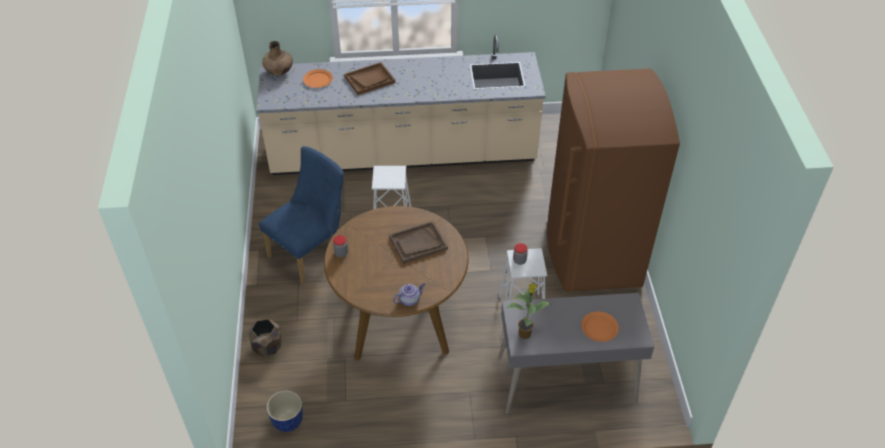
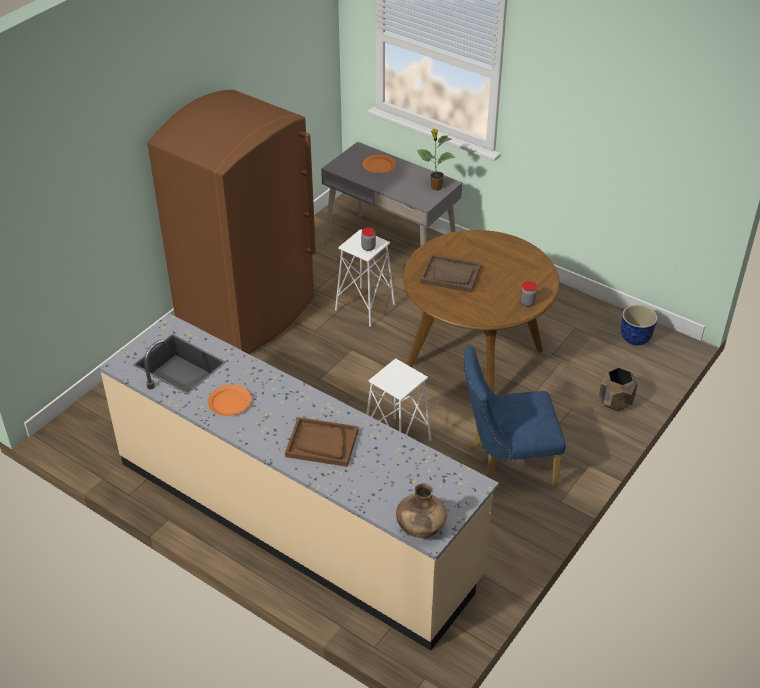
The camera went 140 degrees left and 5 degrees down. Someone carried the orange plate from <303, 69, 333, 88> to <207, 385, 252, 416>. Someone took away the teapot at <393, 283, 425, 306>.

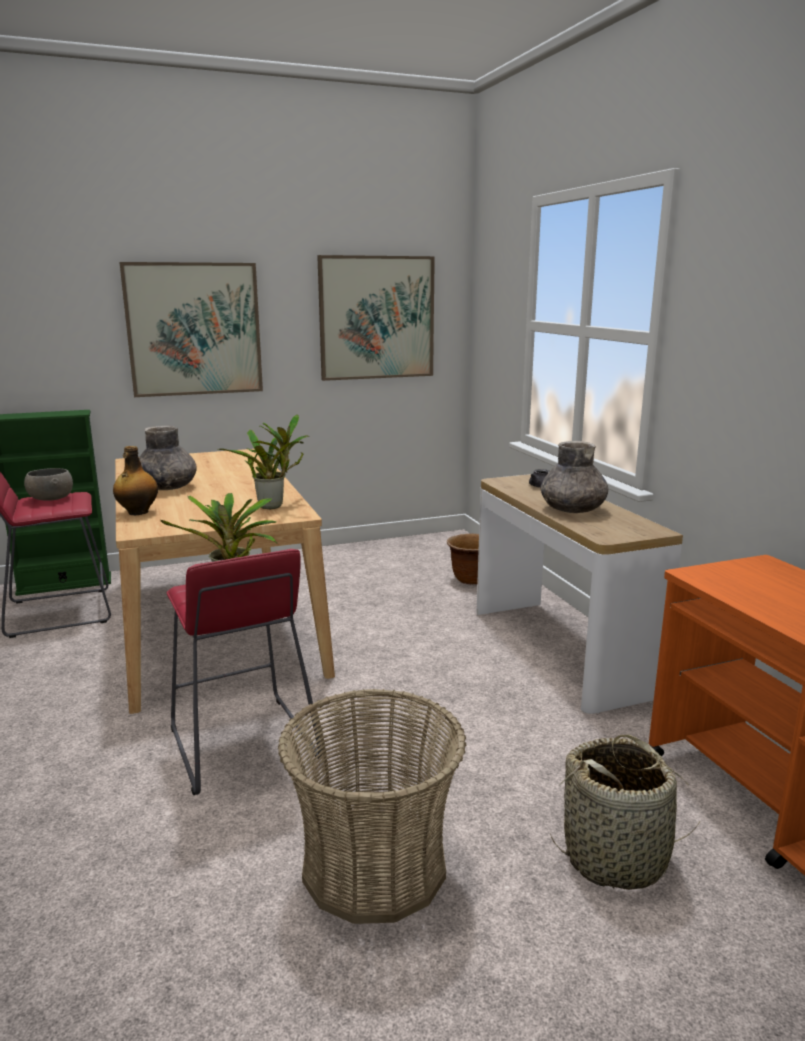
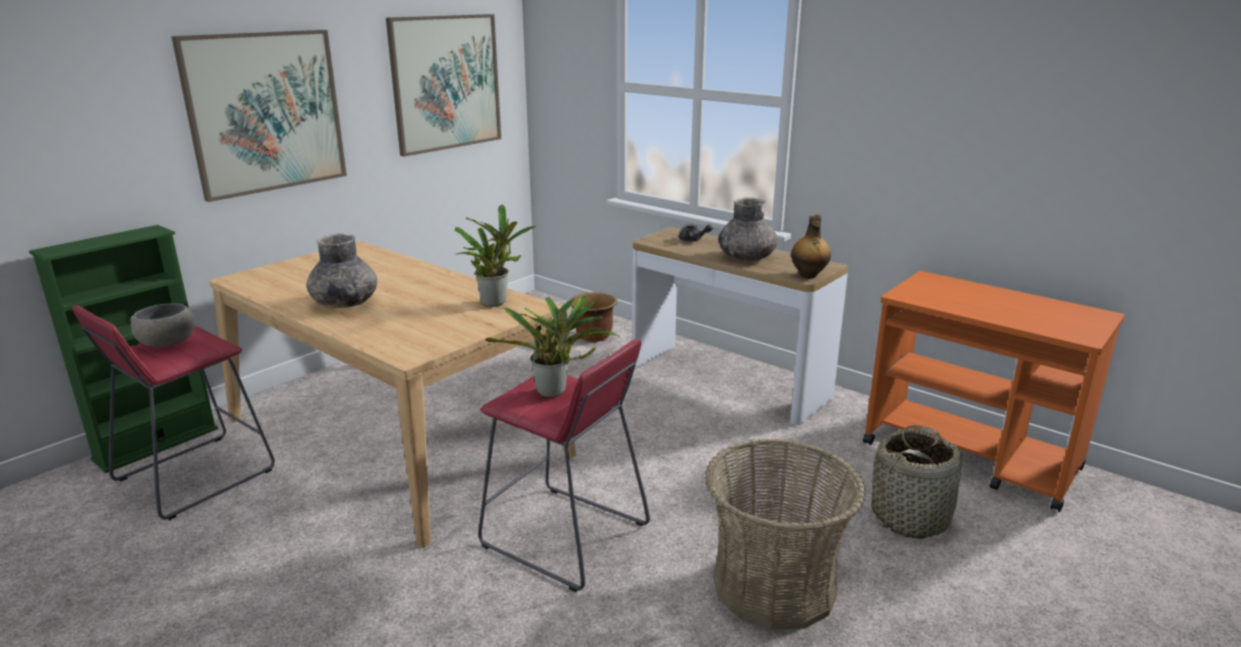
The camera went 30 degrees left and 5 degrees up. Someone carried the bottle from <113, 446, 158, 515> to <791, 215, 831, 279>.

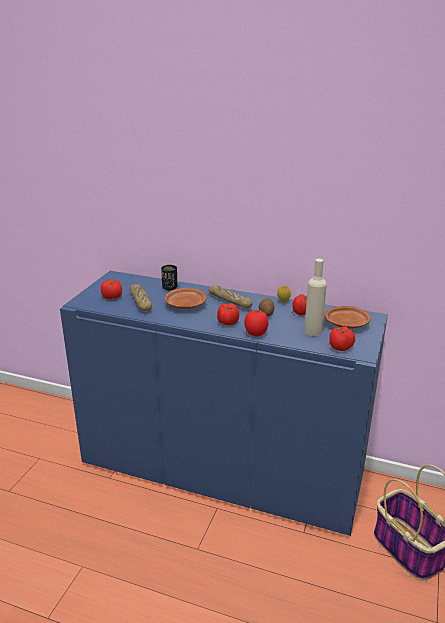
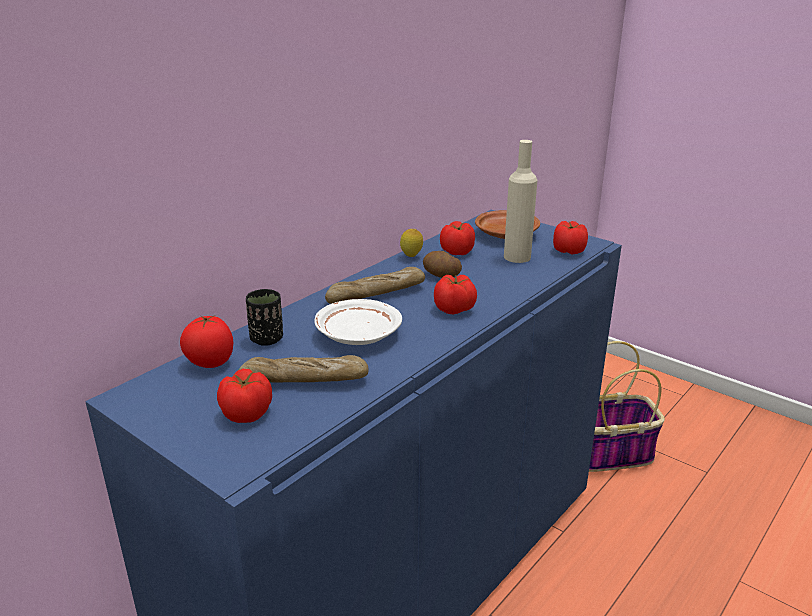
The camera went 70 degrees left and 0 degrees up. Someone repainted the brown plate at <165, 288, 207, 309>, which became the white plate at <315, 299, 402, 345>. Someone carried the tomato from <244, 310, 268, 336> to <180, 315, 233, 368>.

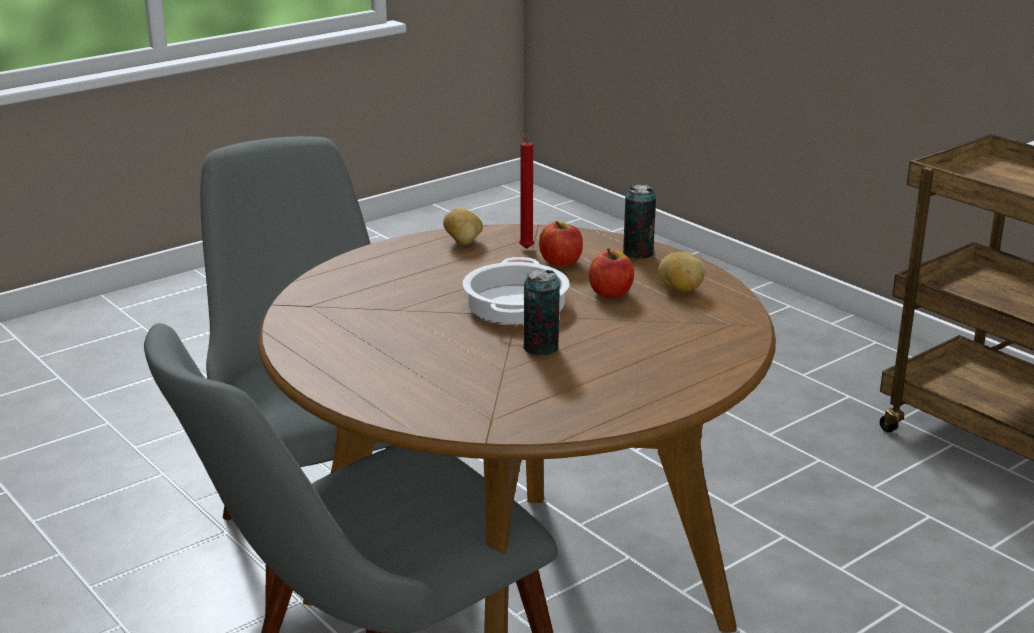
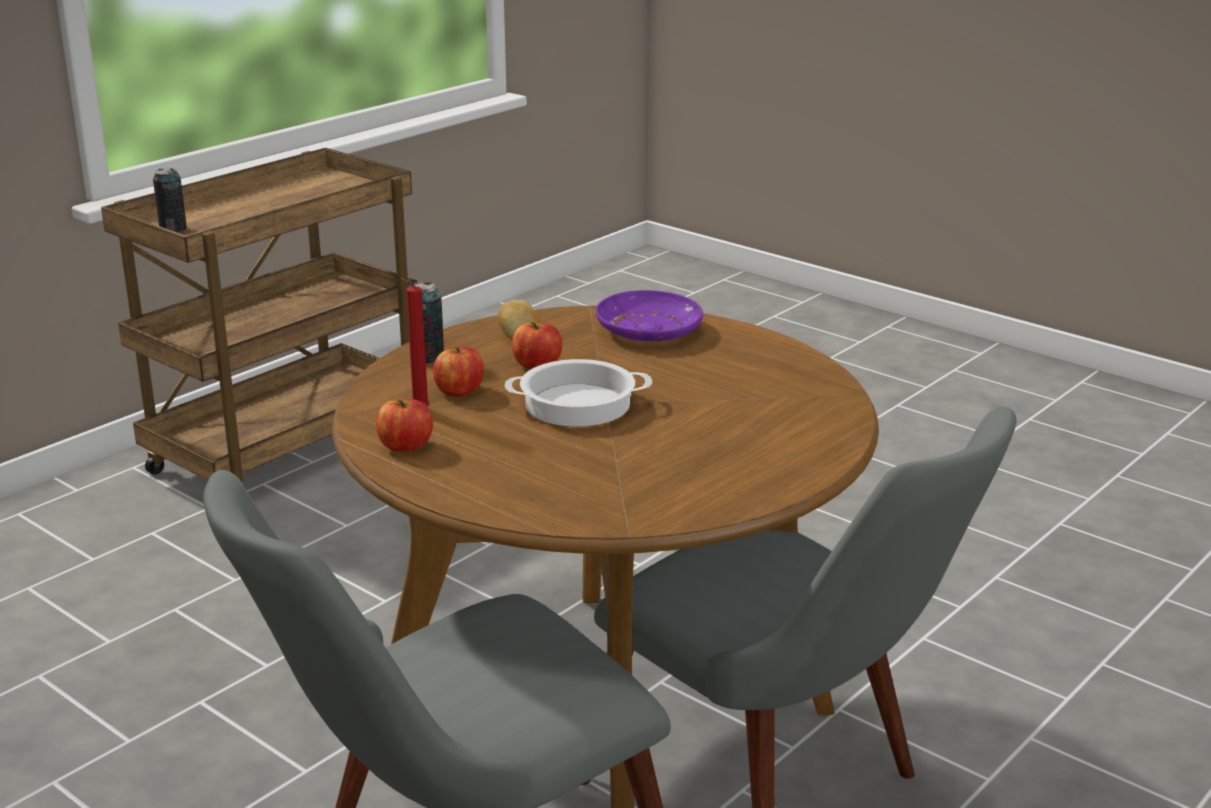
The camera went 100 degrees left and 0 degrees up. Someone swapped the potato at <443, 208, 483, 245> for the apple at <376, 399, 433, 452>. Someone carried the can from <523, 269, 560, 356> to <153, 168, 187, 232>. Someone put down the purple plate at <596, 290, 703, 341>.

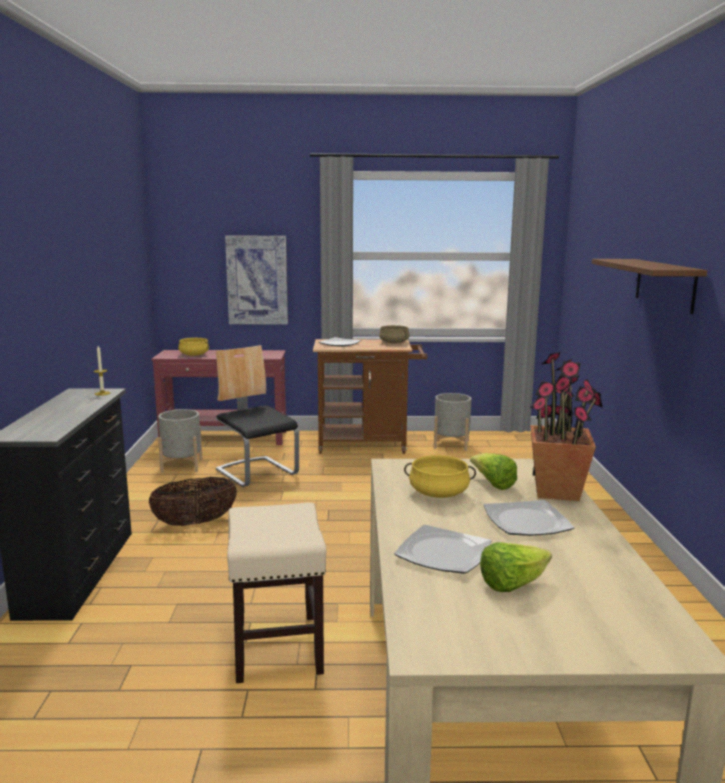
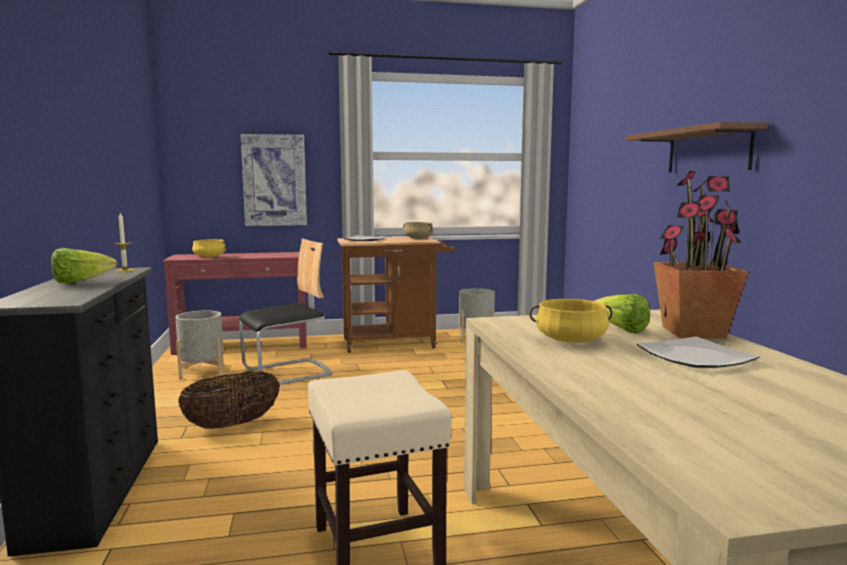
The camera went 10 degrees left and 5 degrees down. Someone rotated the chair at <216, 345, 299, 487> by 105 degrees clockwise. Someone took away the plate at <394, 525, 491, 574>. Someone carried the lettuce from <480, 542, 552, 592> to <51, 248, 118, 283>.

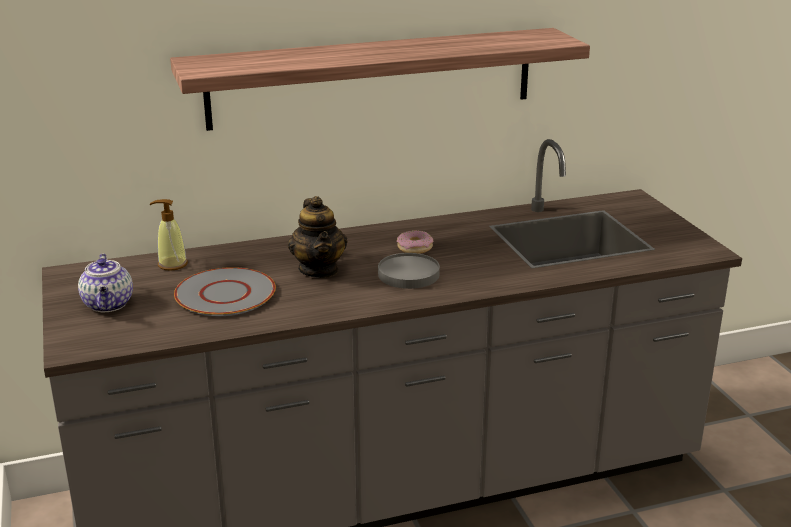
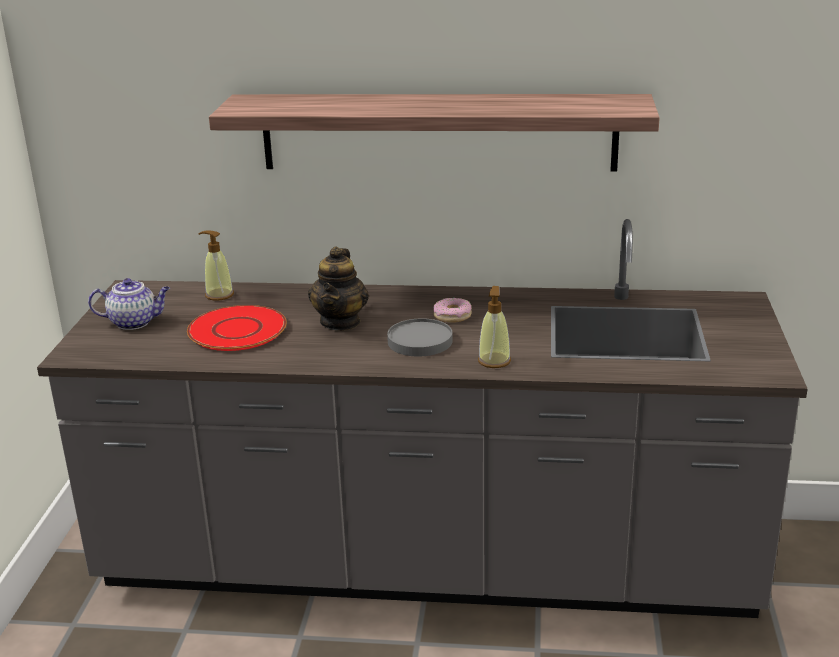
The camera went 25 degrees right and 0 degrees up. Someone rotated the teapot at <78, 254, 133, 312> by 105 degrees counterclockwise. Someone repainted the grey plate at <174, 267, 276, 316>, which became the red plate at <187, 305, 287, 351>. Someone put down the soap dispenser at <478, 286, 511, 368>.

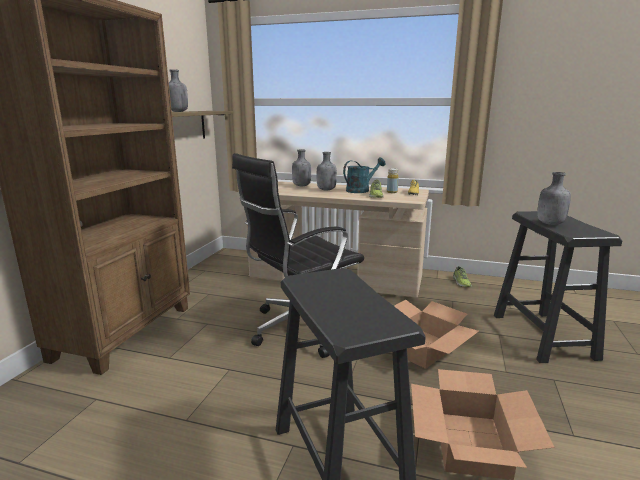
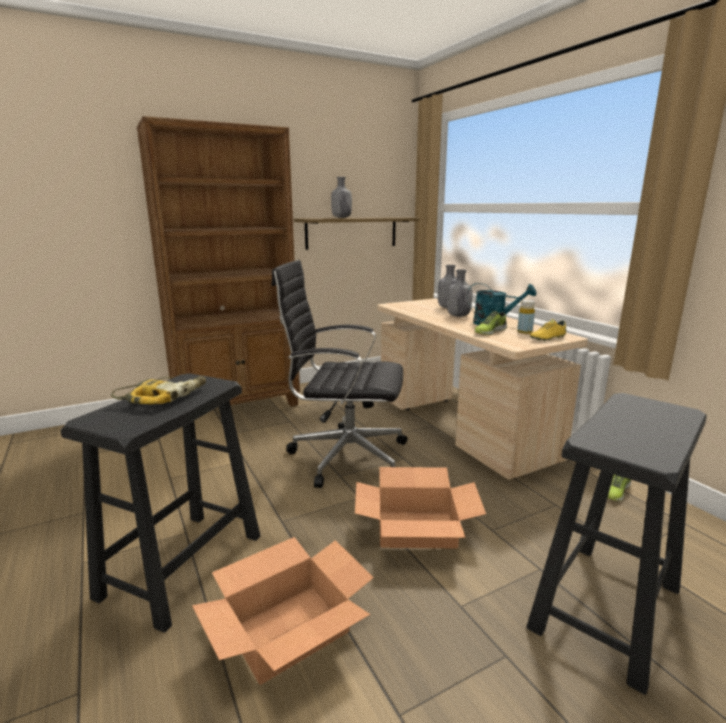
The camera went 45 degrees right and 0 degrees up. Someone took away the grey bottle at <537, 172, 571, 225>. Someone put down the power drill at <111, 376, 206, 404>.

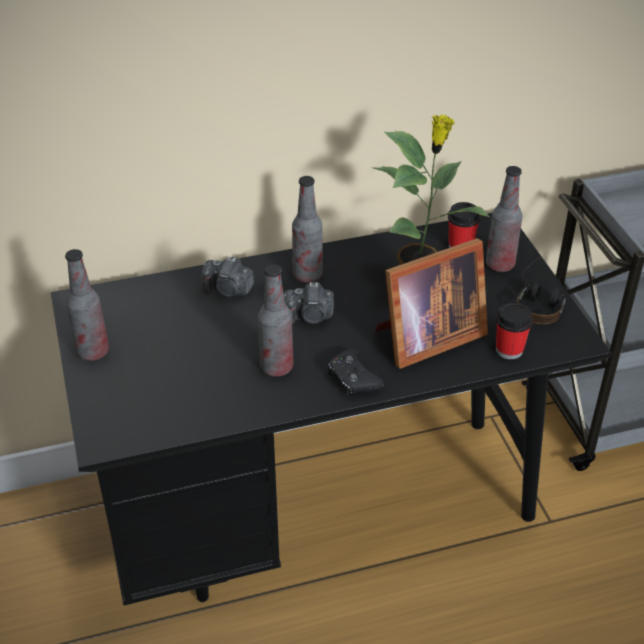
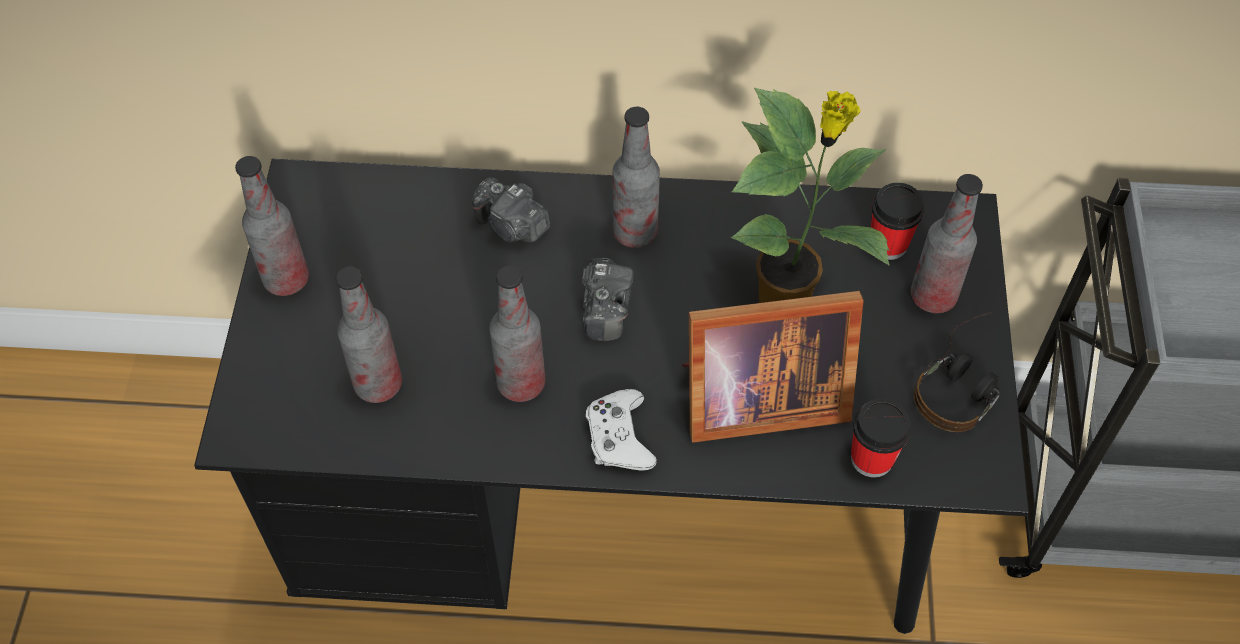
The camera went 20 degrees right and 15 degrees up. Someone rotated the photo camera at <284, 282, 334, 324> by 105 degrees counterclockwise. Someone repainted the black game controller at <328, 349, 384, 395>, which became the white game controller at <586, 389, 657, 471>. Someone put down the bottle at <336, 266, 402, 403>.

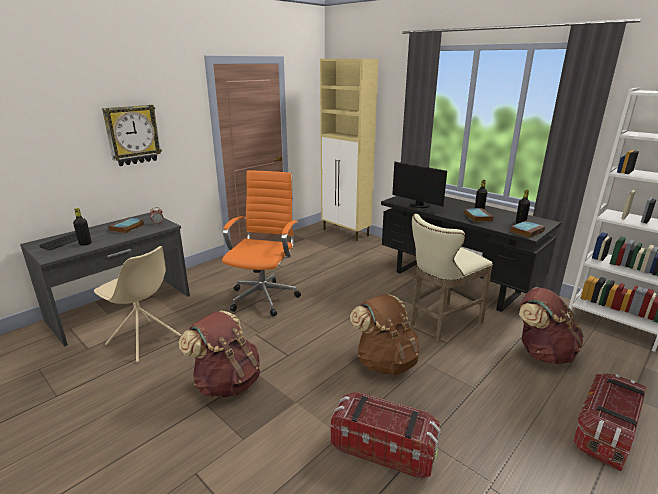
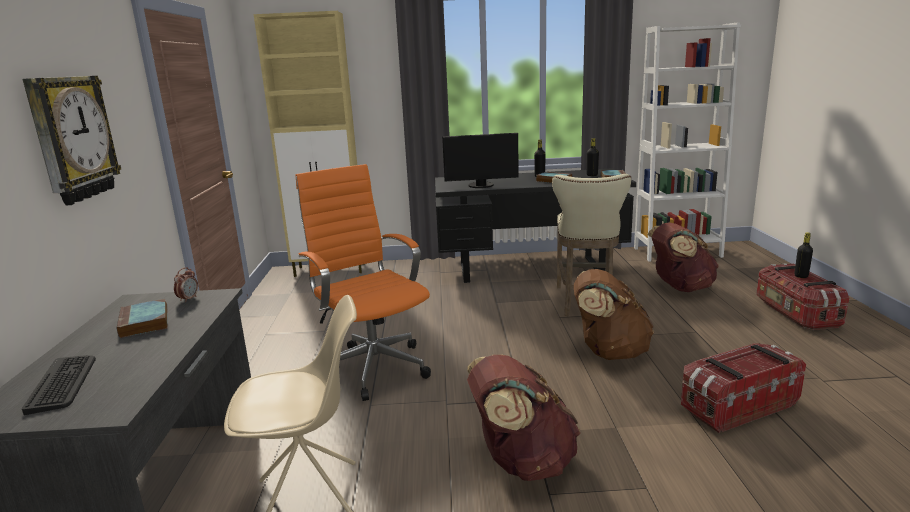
The camera went 45 degrees left and 5 degrees down. Someone carried the black bottle from <73, 208, 91, 246> to <794, 232, 813, 278>.

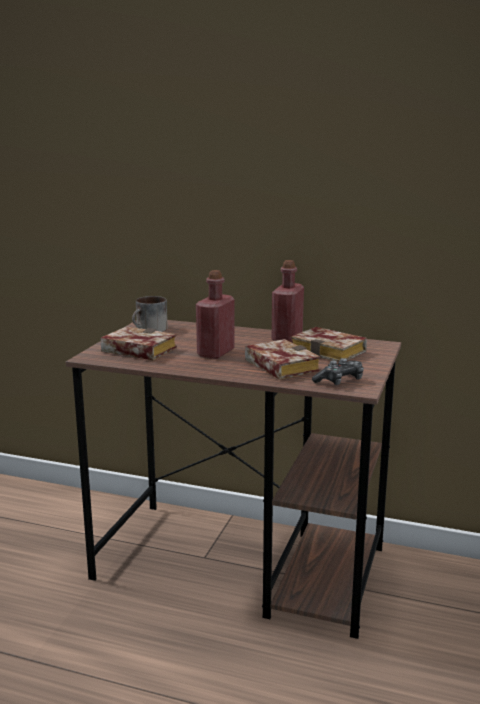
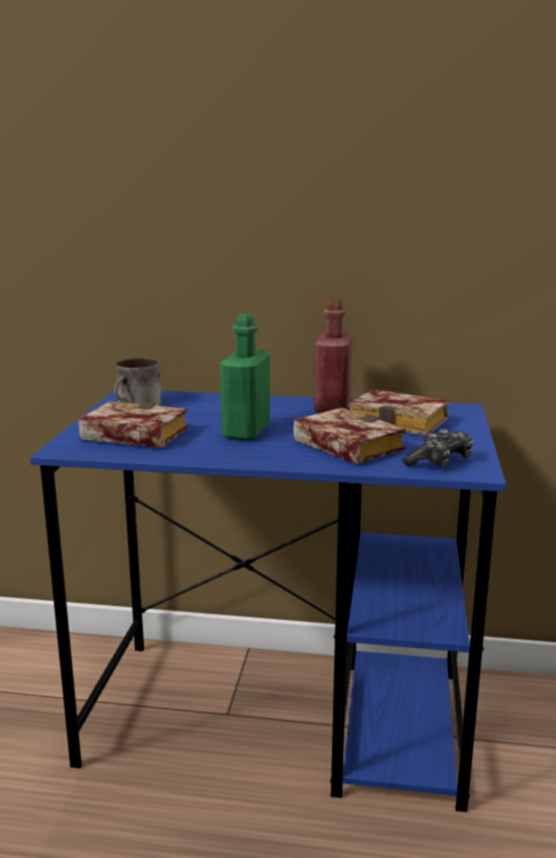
The camera went 10 degrees left and 0 degrees up. Someone repainted the red bottle at <196, 270, 235, 359>, which became the green bottle at <220, 314, 270, 441>. Someone repainted the brown desk at <66, 320, 401, 639>, which became the blue desk at <30, 391, 506, 812>.

